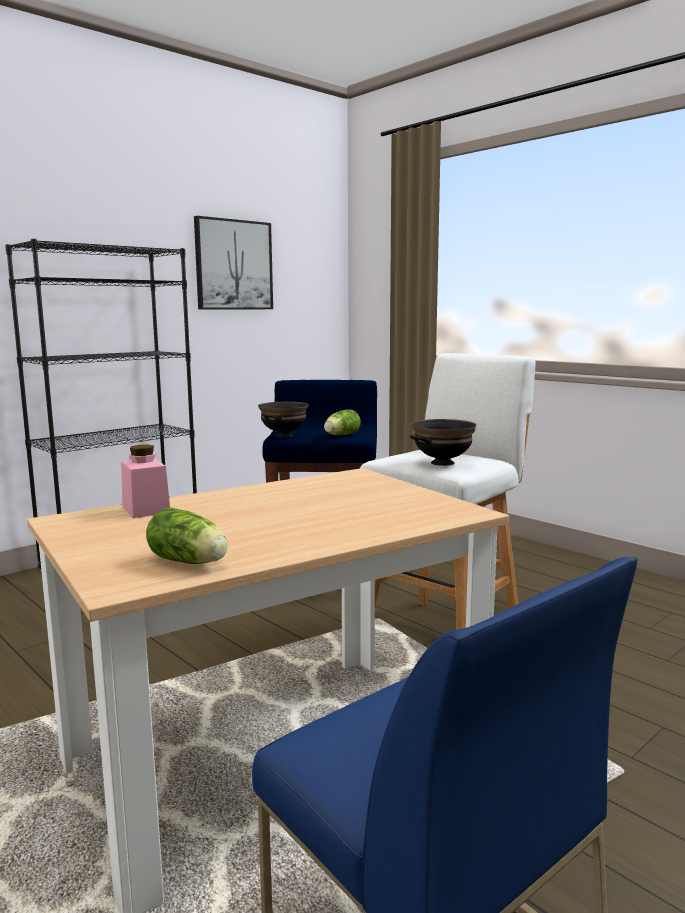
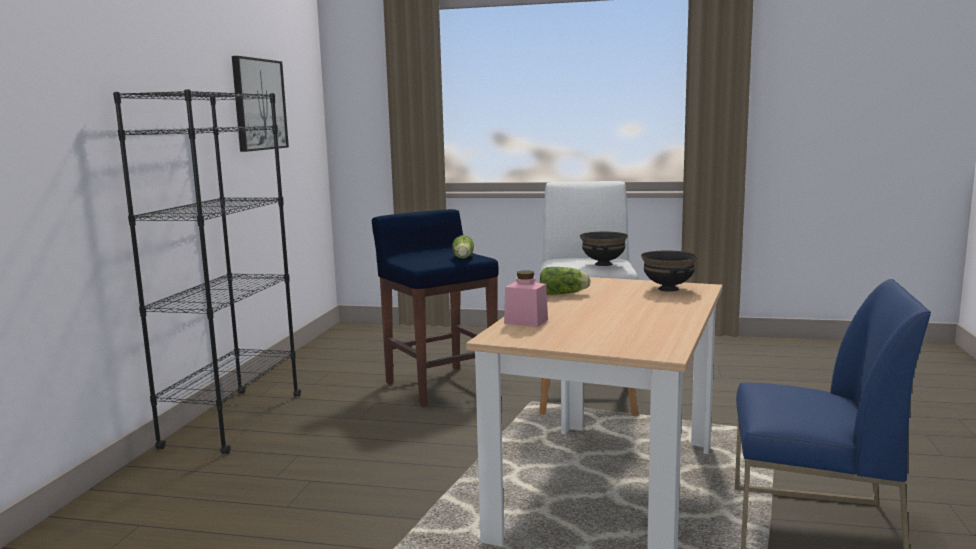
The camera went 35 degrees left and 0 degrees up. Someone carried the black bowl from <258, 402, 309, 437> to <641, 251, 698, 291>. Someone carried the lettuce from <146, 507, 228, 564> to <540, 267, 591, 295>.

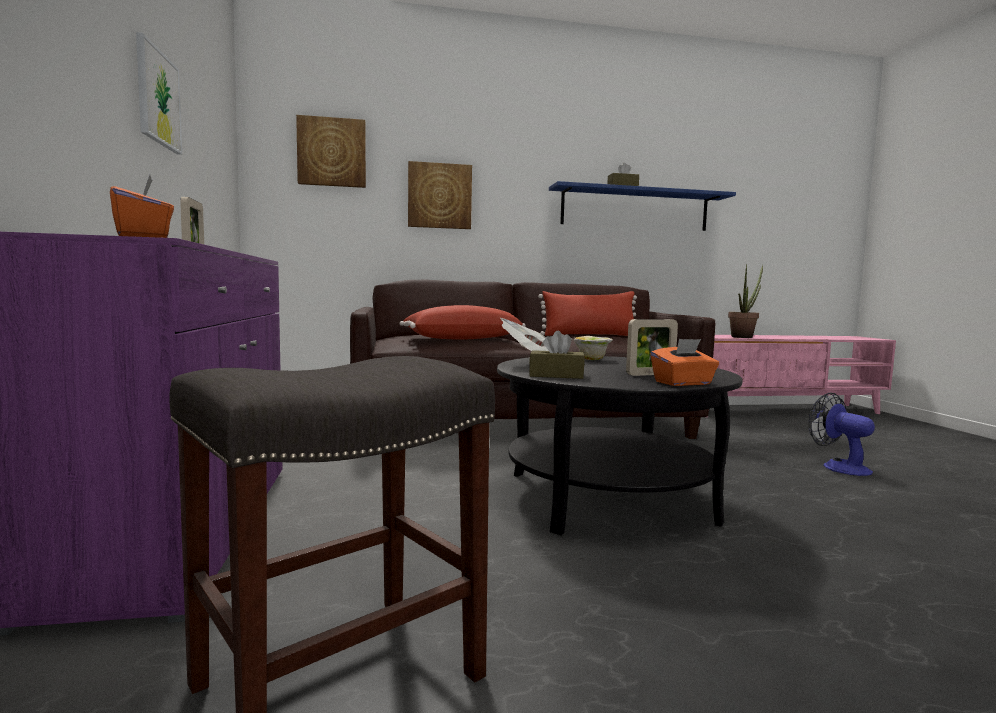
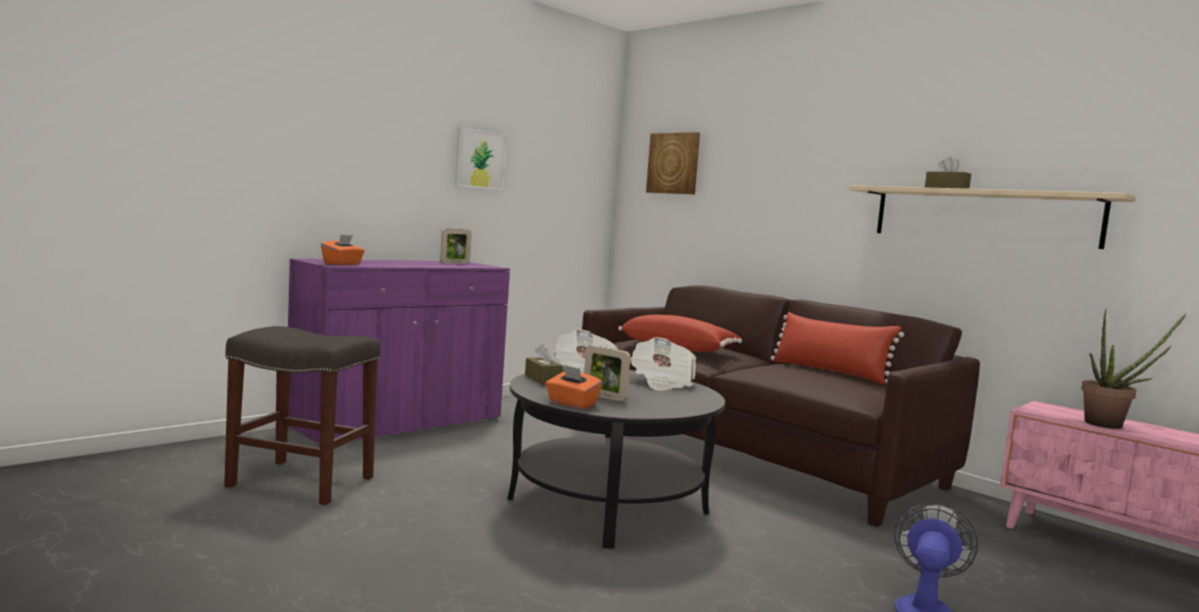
The camera went 55 degrees right and 0 degrees up. Someone took away the picture at <408, 161, 472, 229>. Someone repainted the blue shelf at <549, 181, 736, 231>, which became the beige shelf at <849, 185, 1136, 249>. Someone swapped the bowl at <574, 336, 613, 360> for the newspaper at <630, 337, 696, 391>.

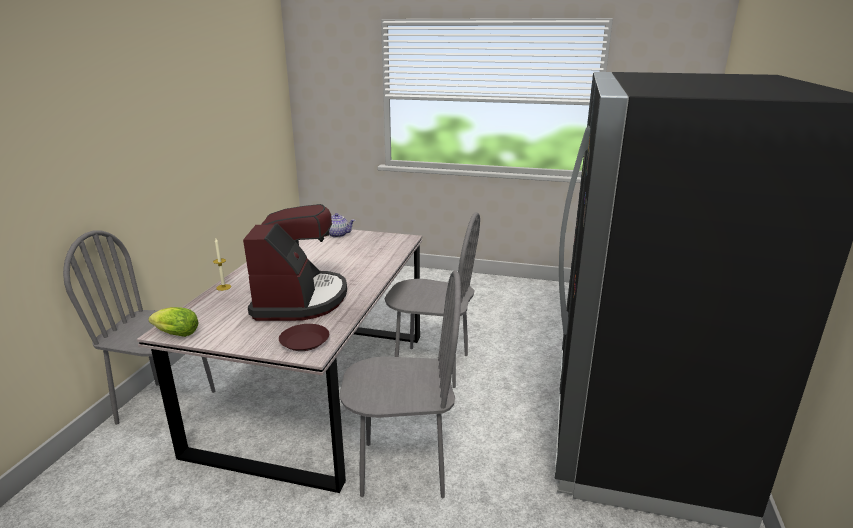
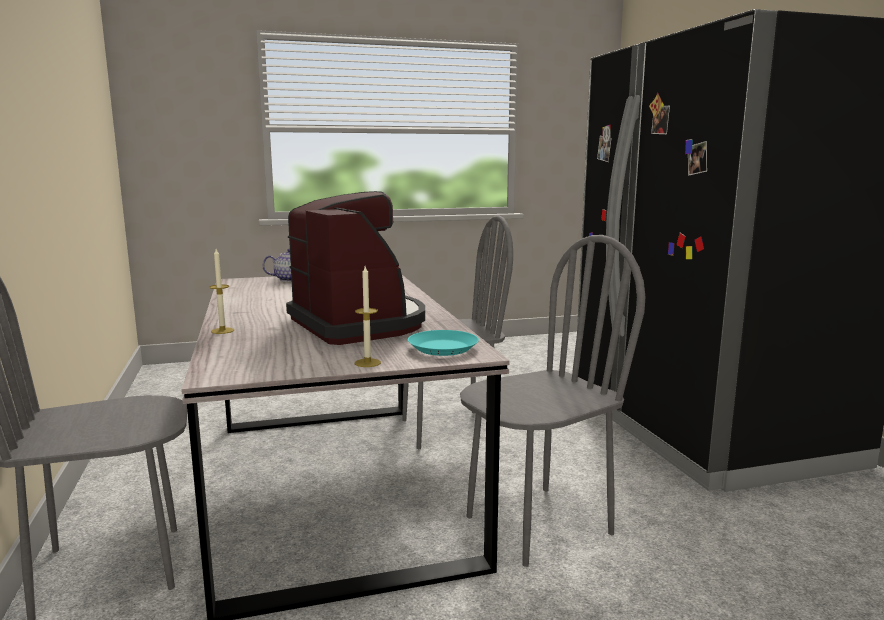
The camera went 30 degrees left and 10 degrees down. Someone took away the lettuce at <148, 307, 199, 337>. Someone repainted the brown plate at <279, 324, 329, 351>, which became the turquoise plate at <408, 330, 479, 356>. Someone put down the candle at <355, 266, 381, 367>.

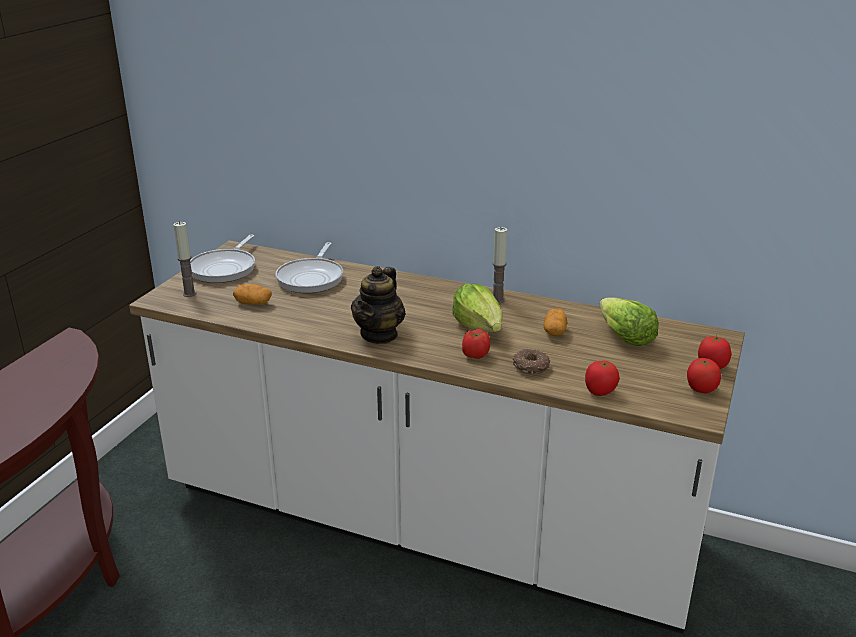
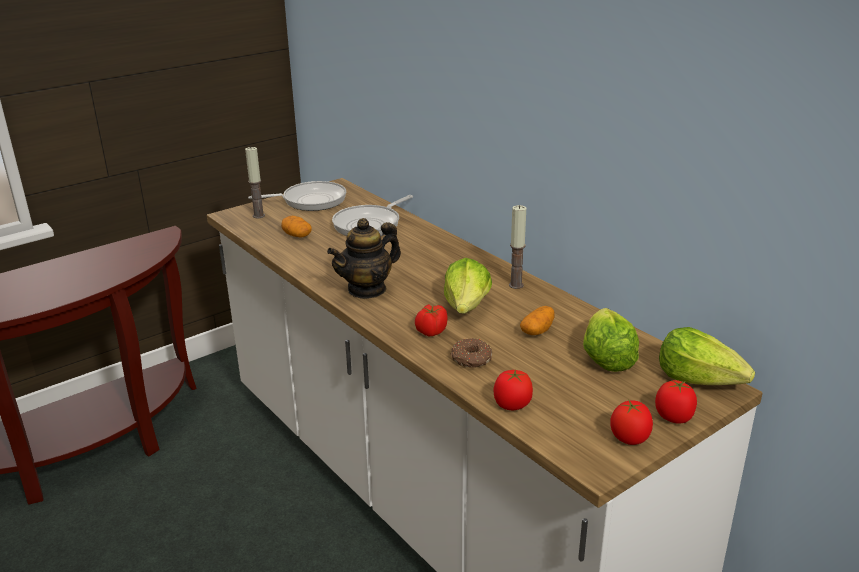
The camera went 30 degrees right and 0 degrees up. Someone rotated the frying pan at <190, 235, 255, 283> by 150 degrees counterclockwise. Someone put down the lettuce at <659, 327, 755, 385>.

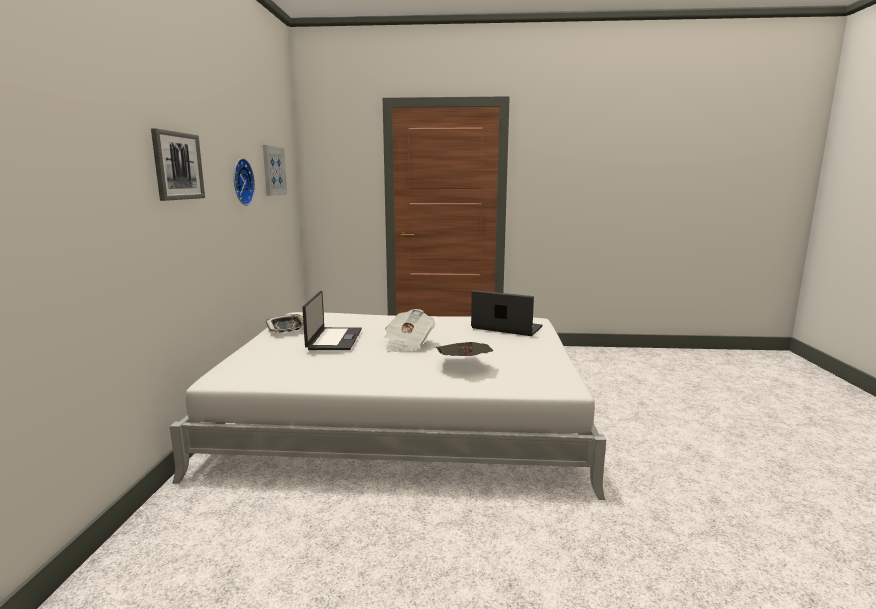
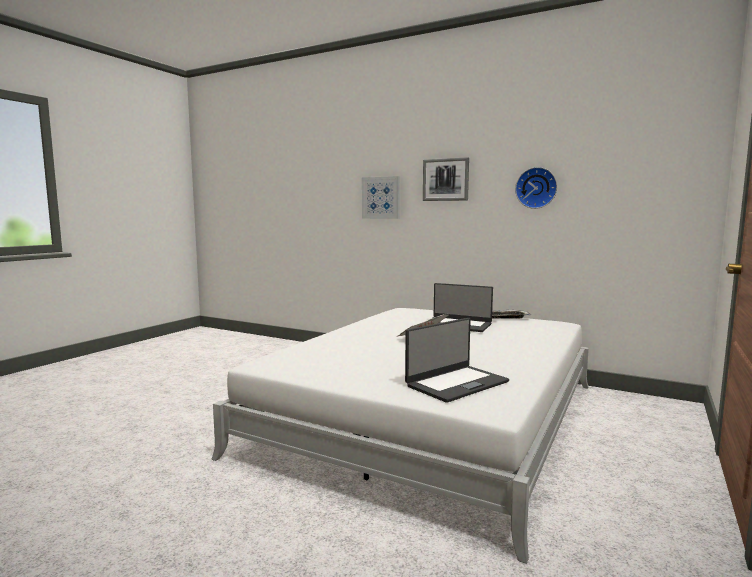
The camera went 115 degrees right and 5 degrees down. Someone carried the picture from <263, 145, 287, 196> to <362, 176, 400, 219>. Someone took away the newspaper at <436, 342, 493, 356>.

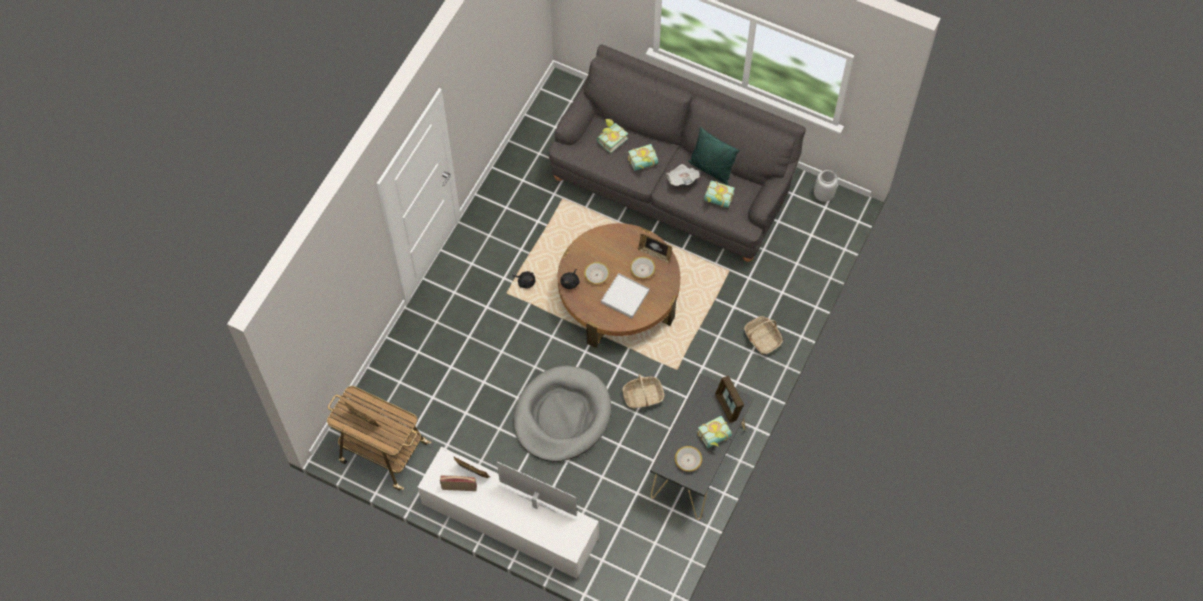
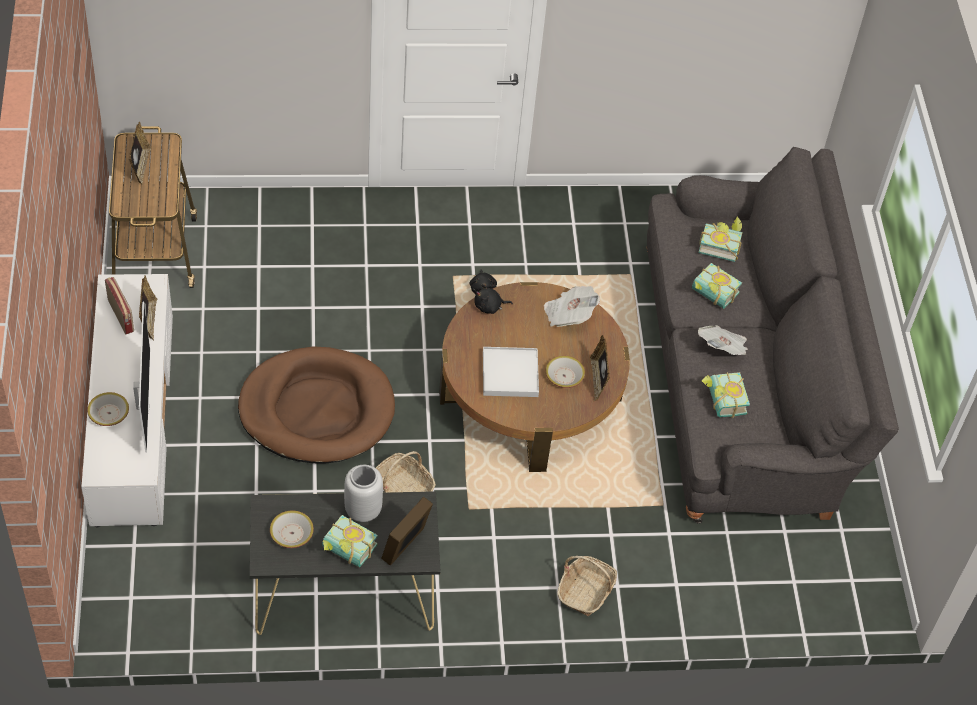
The camera went 55 degrees right and 10 degrees down. Someone took away the green pillow at <688, 127, 740, 185>. Someone carried the grey vase from <814, 170, 838, 202> to <344, 465, 383, 522>. Someone carried the bowl from <584, 262, 610, 284> to <87, 392, 129, 426>. Someone repainted the grey dog bed at <513, 365, 611, 462>, which became the brown dog bed at <238, 347, 395, 463>. Someone put down the newspaper at <544, 286, 600, 327>.

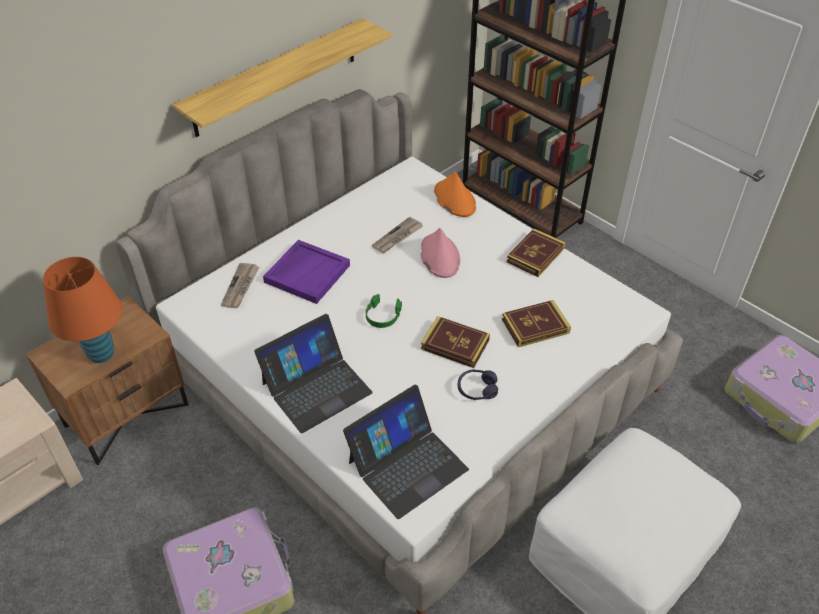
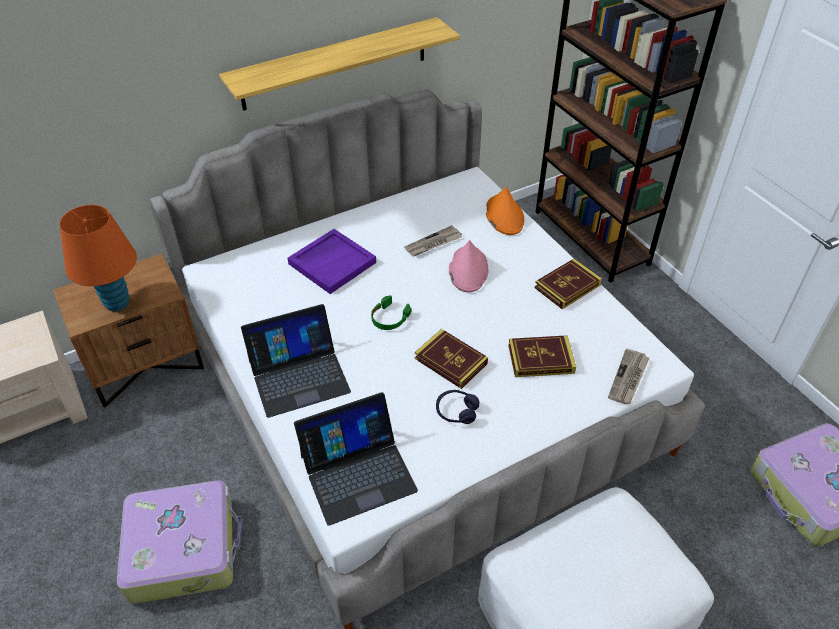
The camera went 15 degrees right and 0 degrees up. Someone carried the newspaper from <221, 263, 259, 308> to <608, 349, 649, 404>.

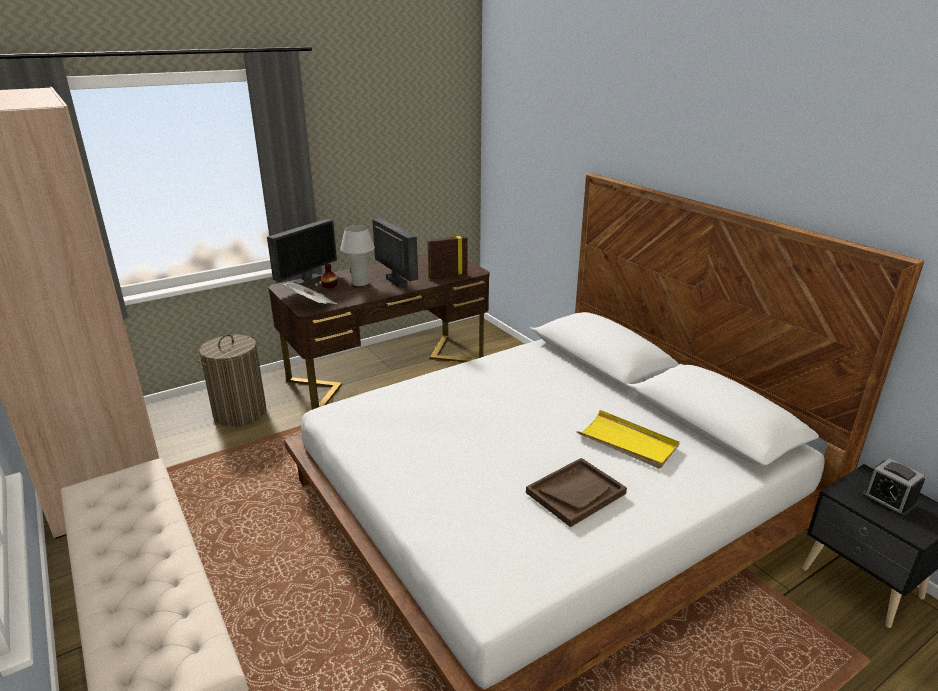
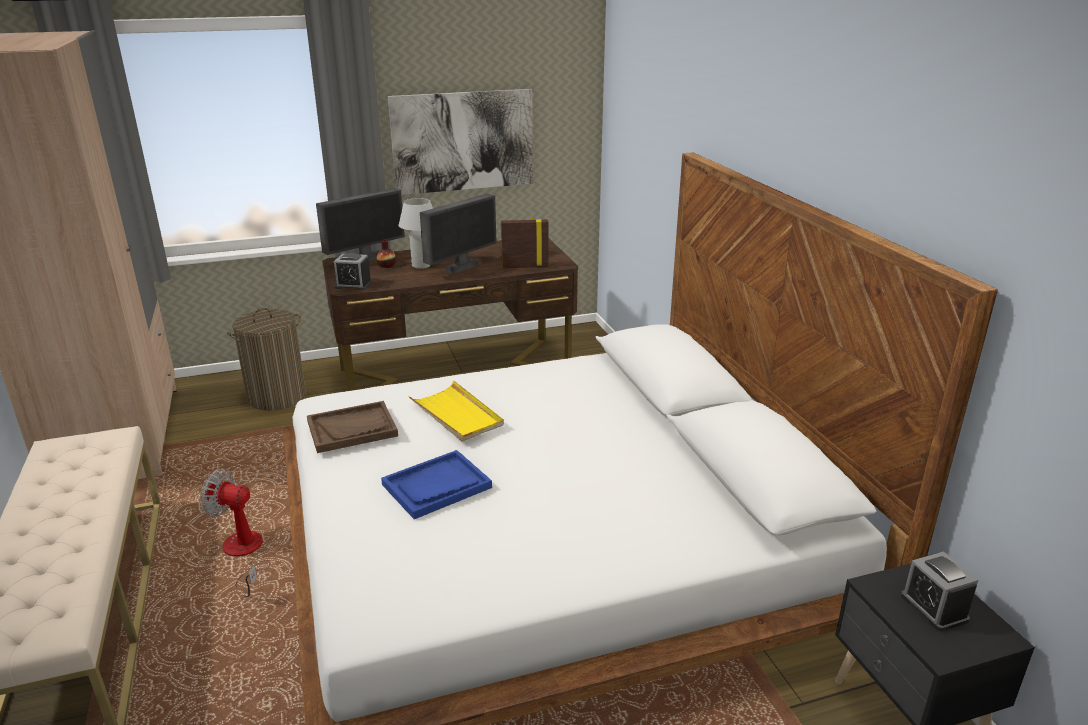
The camera went 15 degrees right and 0 degrees up. Someone rotated the monitor at <372, 218, 418, 287> by 60 degrees clockwise. Someone swapped the newspaper at <284, 283, 337, 304> for the alarm clock at <334, 253, 372, 290>. Someone carried the yellow tray from <577, 410, 680, 468> to <408, 380, 504, 441>. Someone carried the brown tray from <526, 458, 627, 527> to <307, 401, 398, 453>. Someone put up the picture at <388, 89, 533, 195>. Someone put down the blue tray at <381, 450, 492, 519>. Someone put down the fan at <200, 468, 270, 597>.

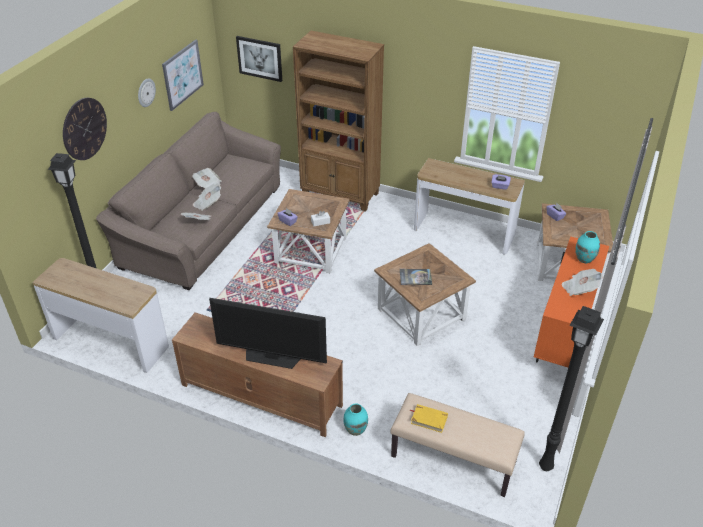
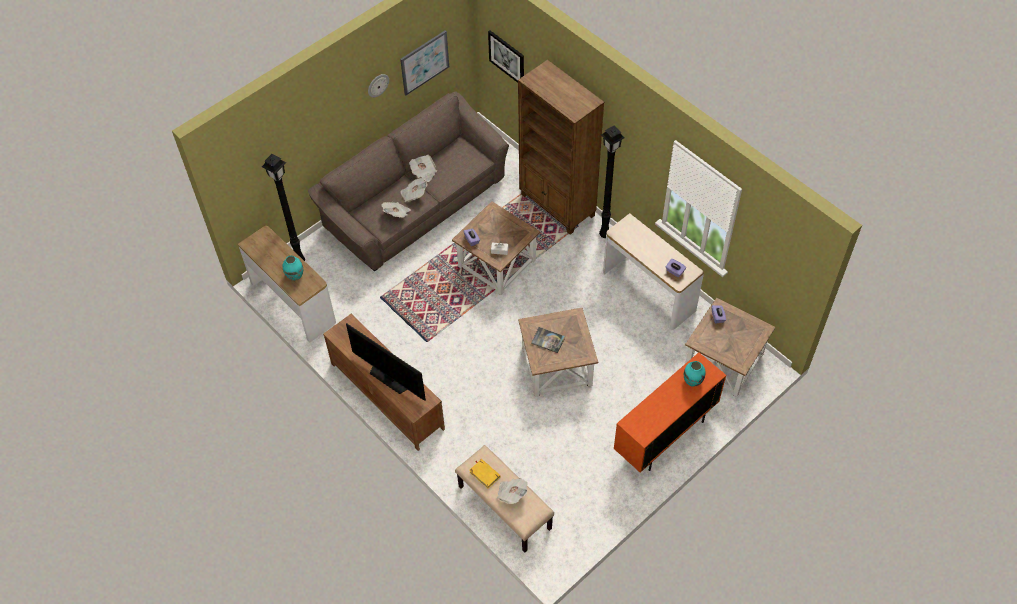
The camera went 25 degrees right and 15 degrees up. Someone took away the wall clock at <63, 98, 107, 160>. Someone carried the newspaper from <562, 269, 603, 296> to <497, 478, 528, 504>. Someone carried the black floor lamp from <539, 306, 604, 471> to <599, 125, 625, 238>. Someone carried the turquoise vase from <343, 403, 368, 436> to <283, 256, 303, 281>.

